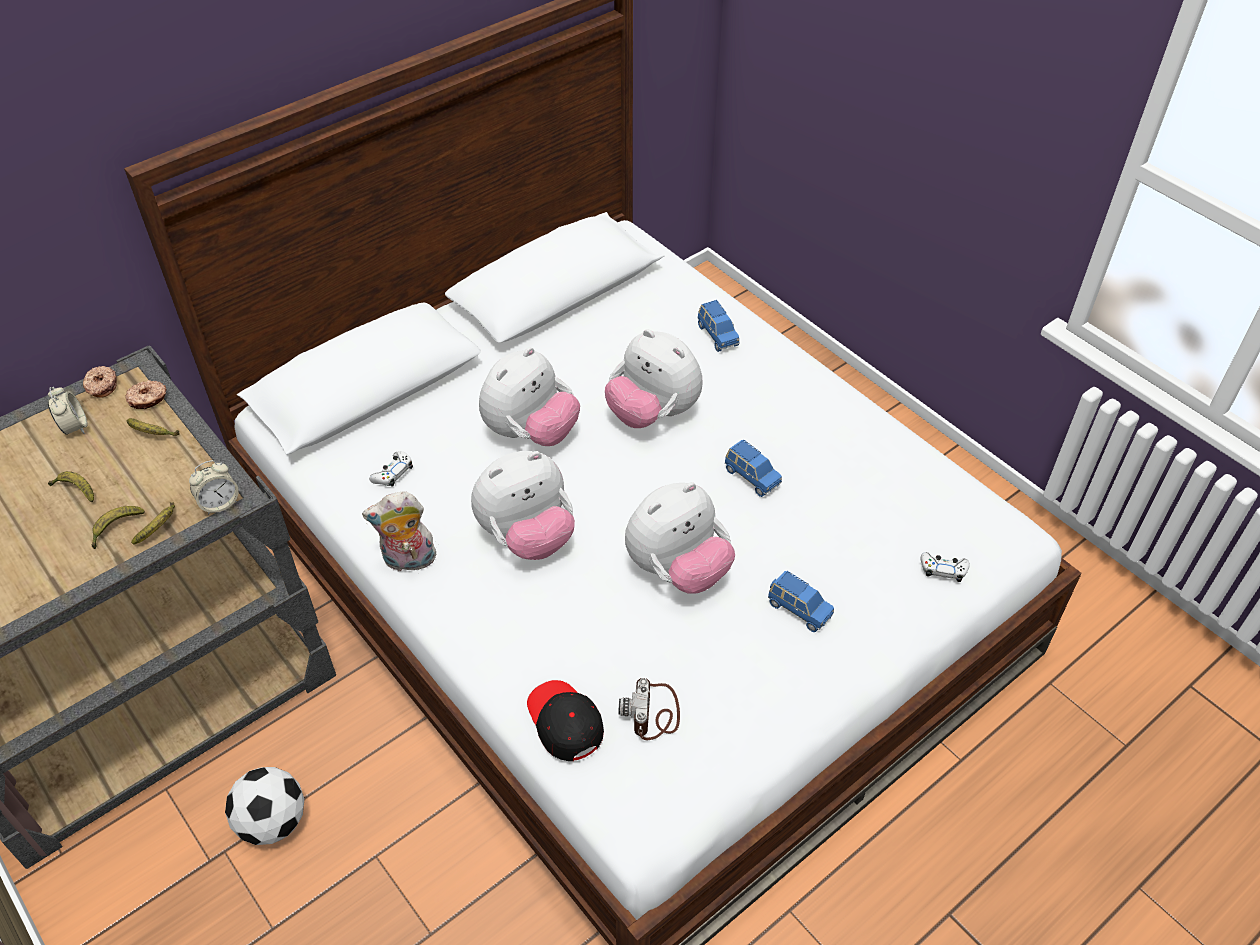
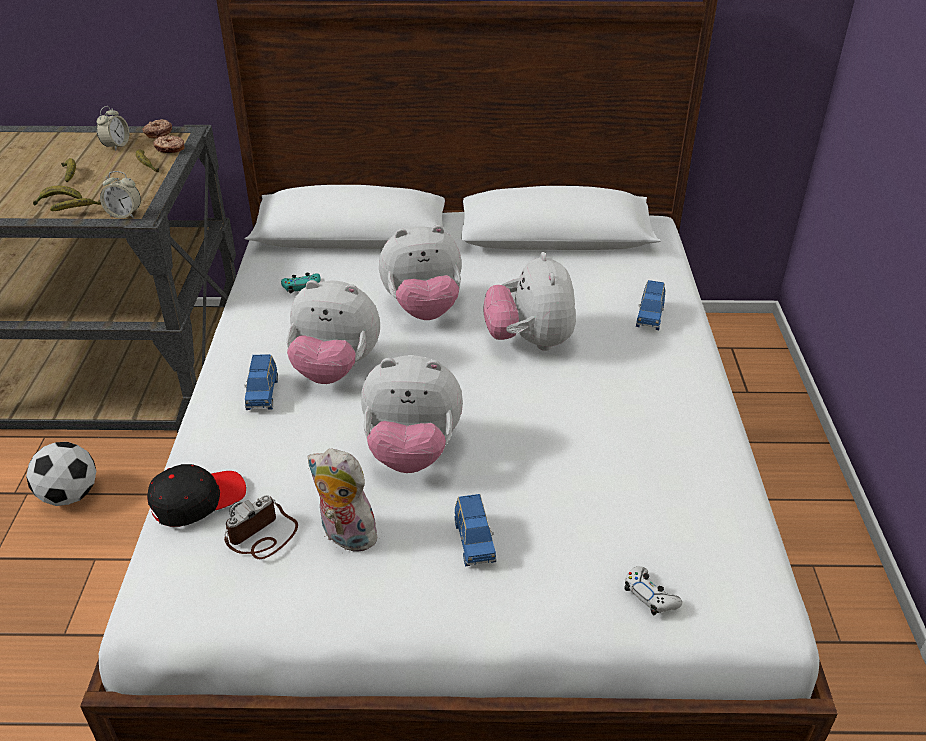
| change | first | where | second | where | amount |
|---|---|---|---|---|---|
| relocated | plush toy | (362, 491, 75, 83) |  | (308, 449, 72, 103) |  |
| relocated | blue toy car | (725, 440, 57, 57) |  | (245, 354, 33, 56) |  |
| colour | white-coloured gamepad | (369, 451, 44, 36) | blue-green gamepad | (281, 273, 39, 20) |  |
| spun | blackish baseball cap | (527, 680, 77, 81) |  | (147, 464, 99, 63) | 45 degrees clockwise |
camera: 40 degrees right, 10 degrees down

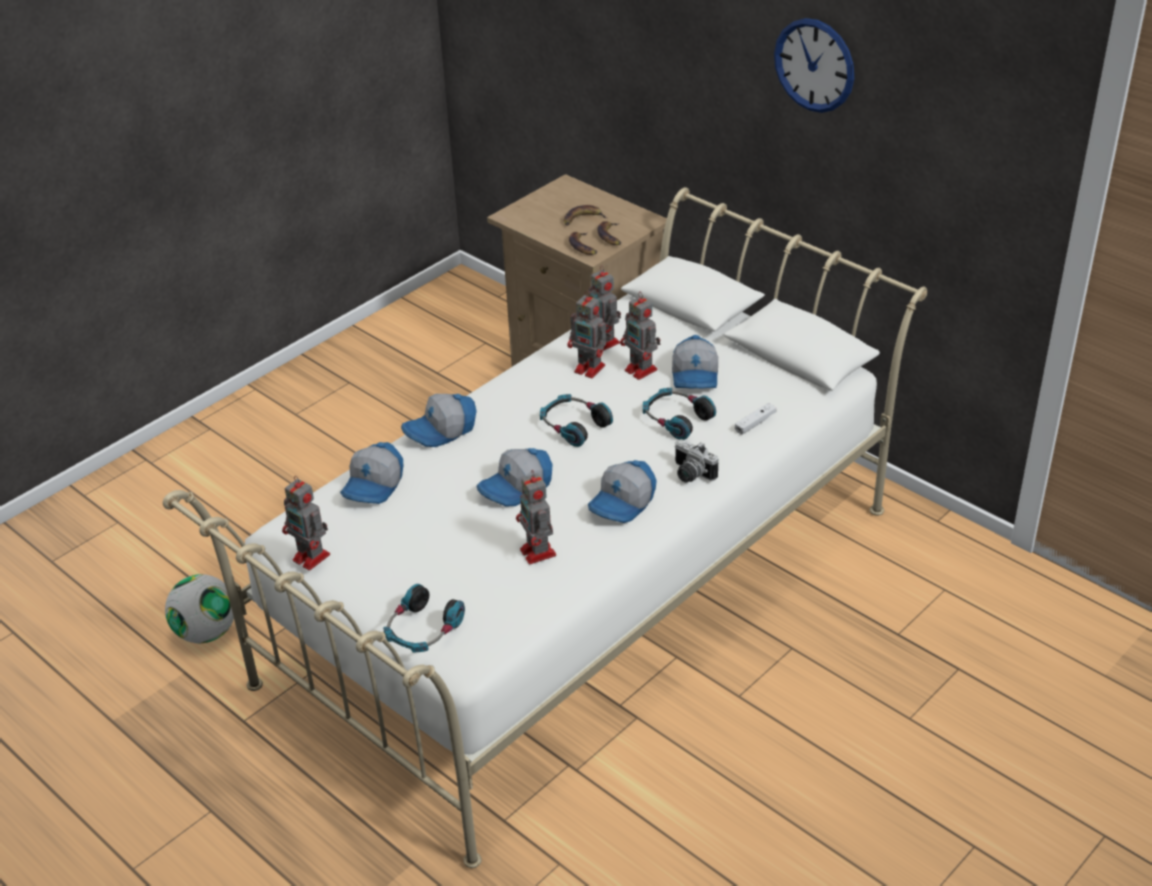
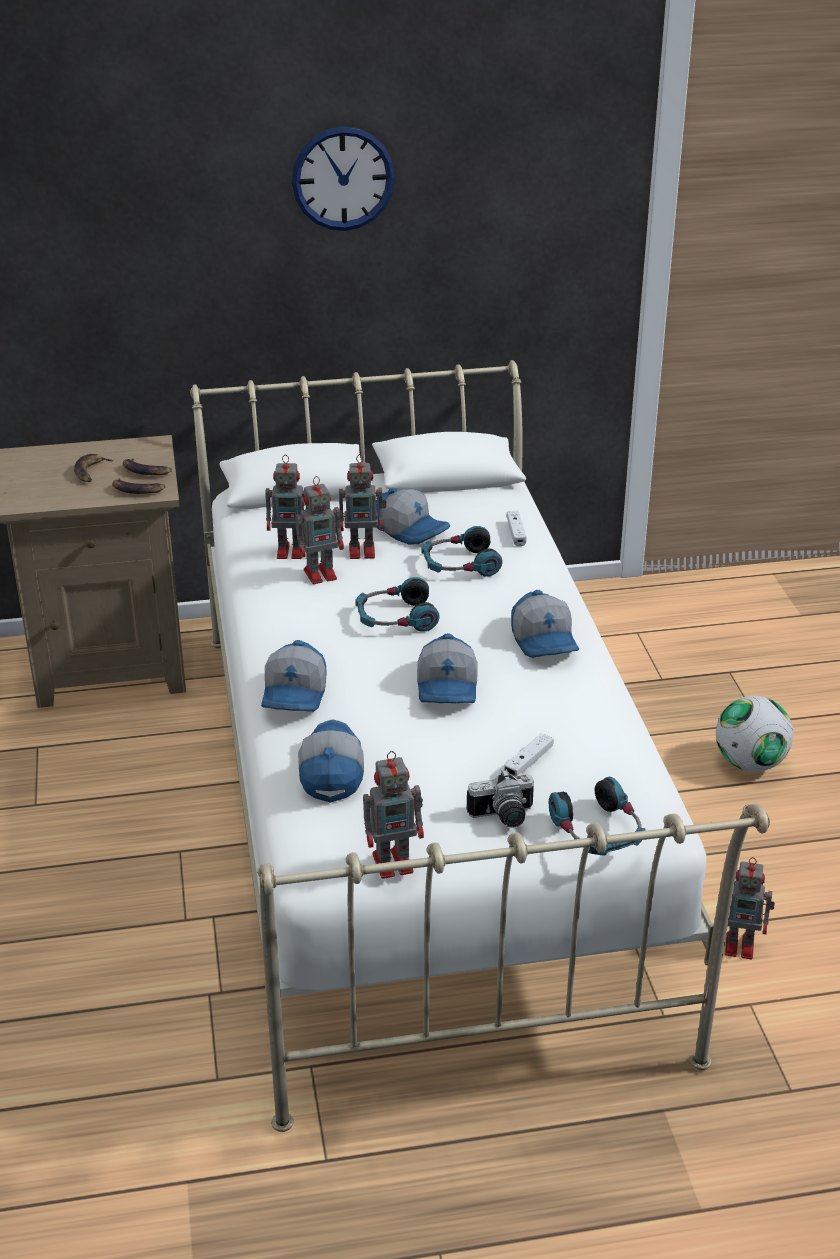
| change | first | where | second | where | amount |
|---|---|---|---|---|---|
| appeared |  |  | white-coloured gamepad | (504, 733, 49, 43) |  |
| relocated | football | (165, 574, 69, 69) |  | (716, 696, 77, 76) |  |
| relocated | model robot | (516, 471, 40, 93) |  | (725, 857, 50, 102) |  |
| relocated | still camera | (675, 439, 43, 44) |  | (467, 769, 67, 59) |  |
| spun | baseball cap | (340, 442, 63, 62) |  | (298, 719, 66, 84) | 150 degrees counterclockwise |
camera: 55 degrees left, 5 degrees down

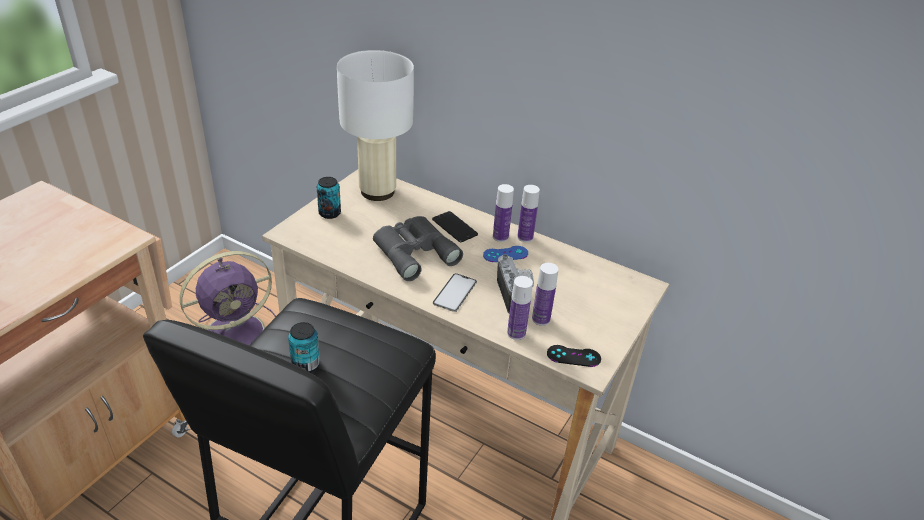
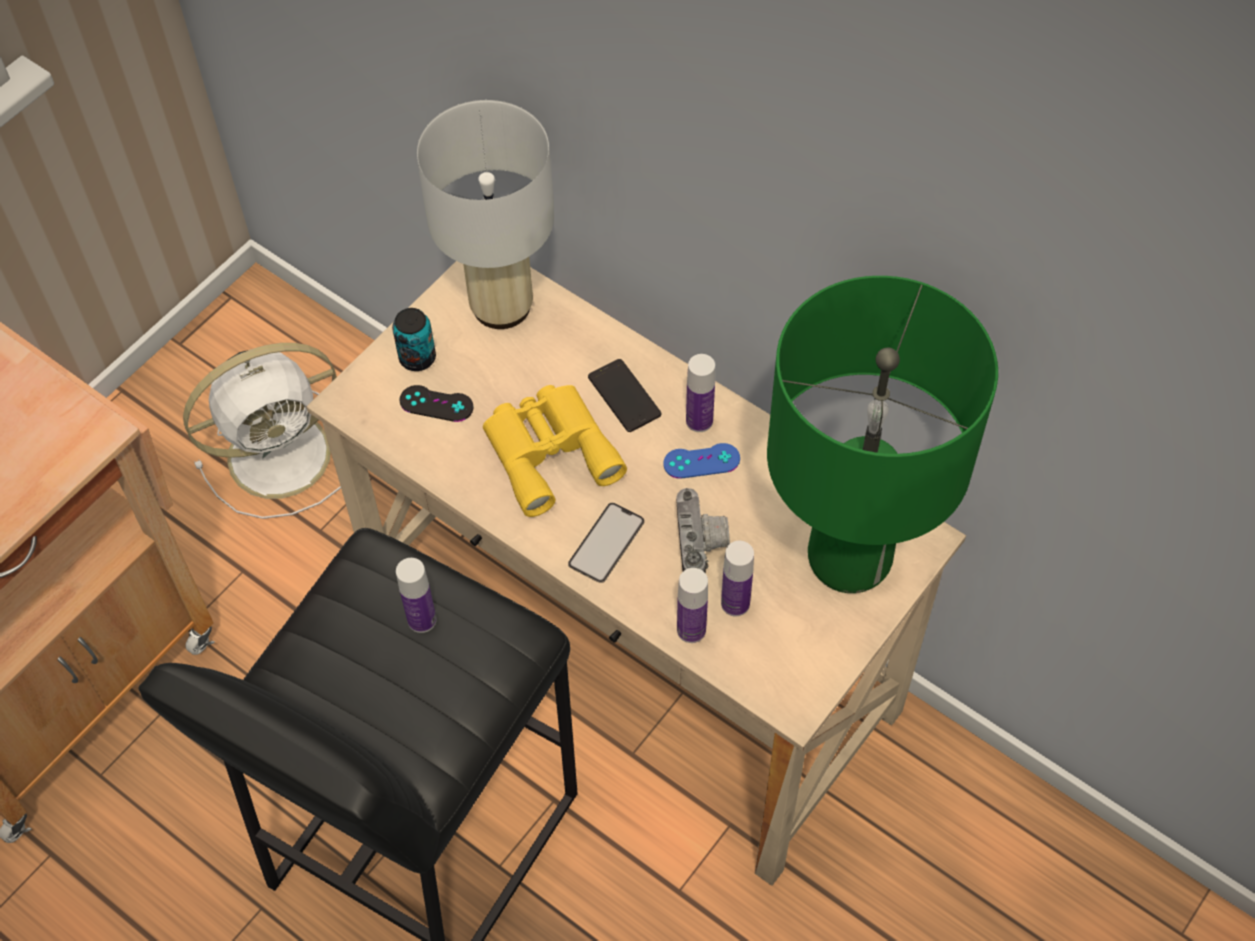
| change | first | where | second | where | amount |
|---|---|---|---|---|---|
| missing | can | (288, 322, 32, 51) |  |  |  |
| appeared |  |  | greenish lamp for a table | (767, 276, 231, 317) |  |
| relocated | bottle | (517, 185, 23, 57) |  | (396, 558, 41, 75) |  |
| relocated | blackish gamepad | (547, 345, 54, 22) |  | (399, 385, 75, 37) |  |
| colour | purple-coloured electric fan | (180, 251, 96, 94) | white-coloured electric fan | (183, 343, 158, 176) |  |
| colour | gray field glasses | (373, 216, 90, 65) | yellowish field glasses | (483, 385, 144, 132) |  |
camera: 10 degrees right, 20 degrees up

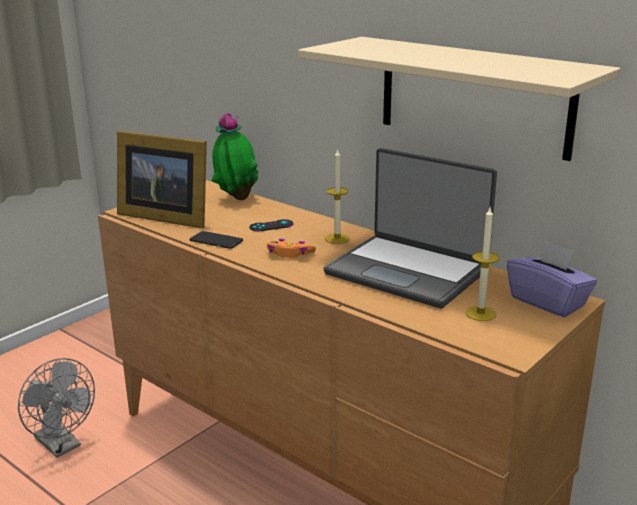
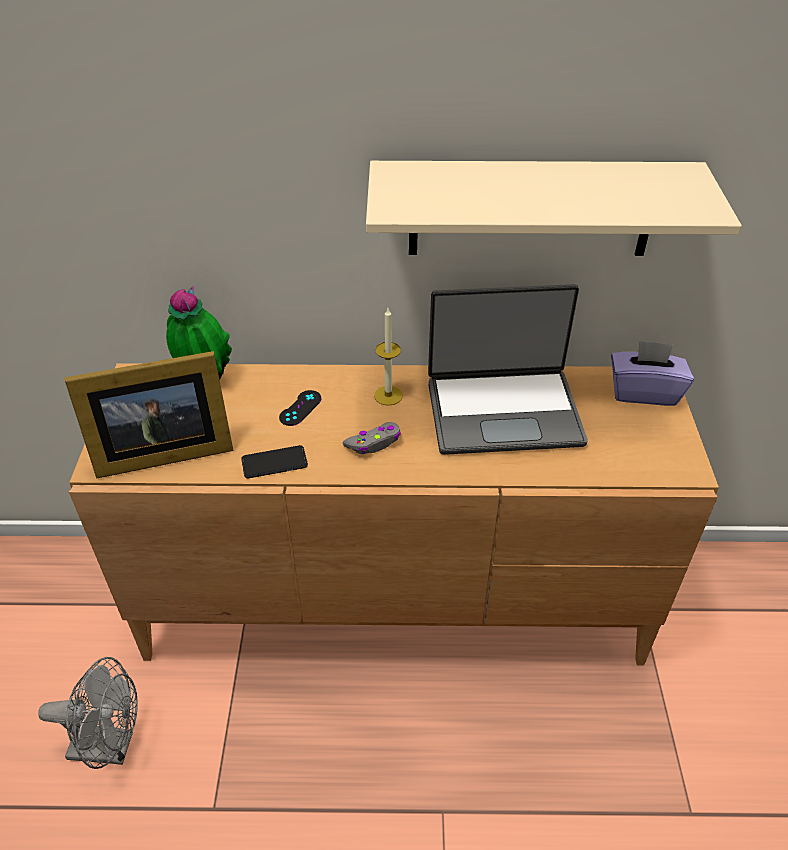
| change | first | where | second | where | amount |
|---|---|---|---|---|---|
| missing | wax candle | (465, 208, 34, 113) |  |  |  |
| colour | orangey gamepad | (267, 239, 49, 19) | gray gamepad | (343, 422, 58, 32) |  |
camera: 40 degrees left, 20 degrees up

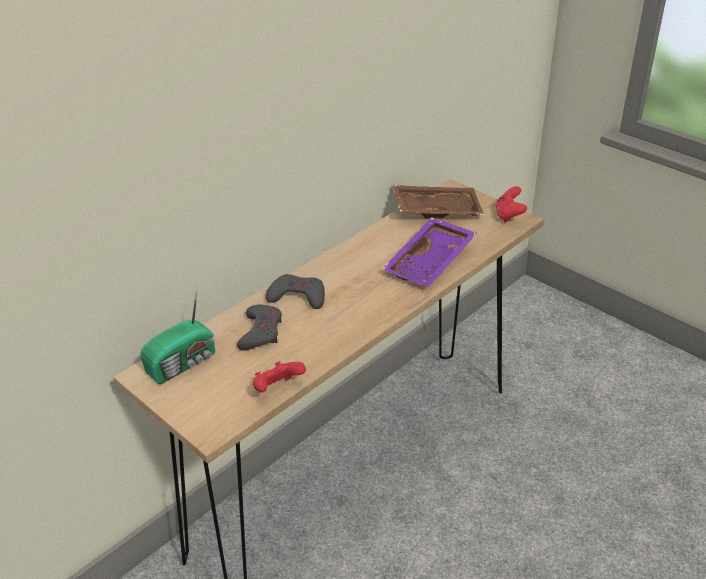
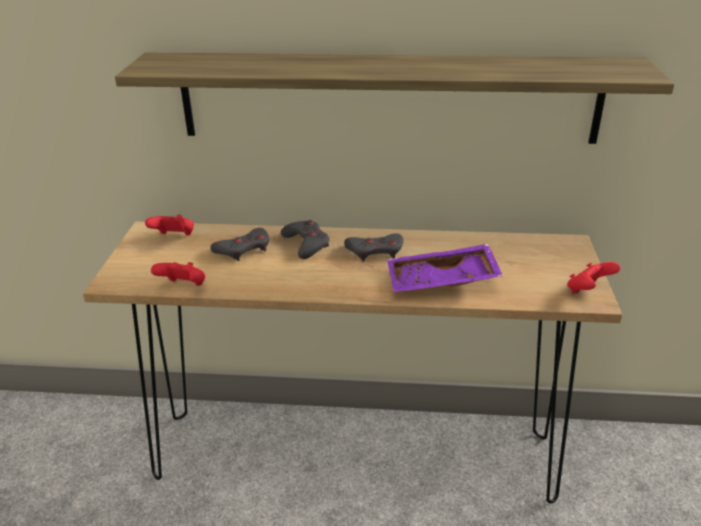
| change | first | where | second | where | amount |
|---|---|---|---|---|---|
| missing | brownish tray | (393, 185, 91, 34) |  |  |  |
| appeared |  |  | shelf | (115, 53, 559, 91) |  |
| appeared |  |  | gray gamepad | (344, 233, 59, 28) |  |
| exchanged | radio receiver | (140, 288, 75, 96) | red gamepad | (145, 214, 49, 21) |  |
camera: 50 degrees right, 5 degrees down

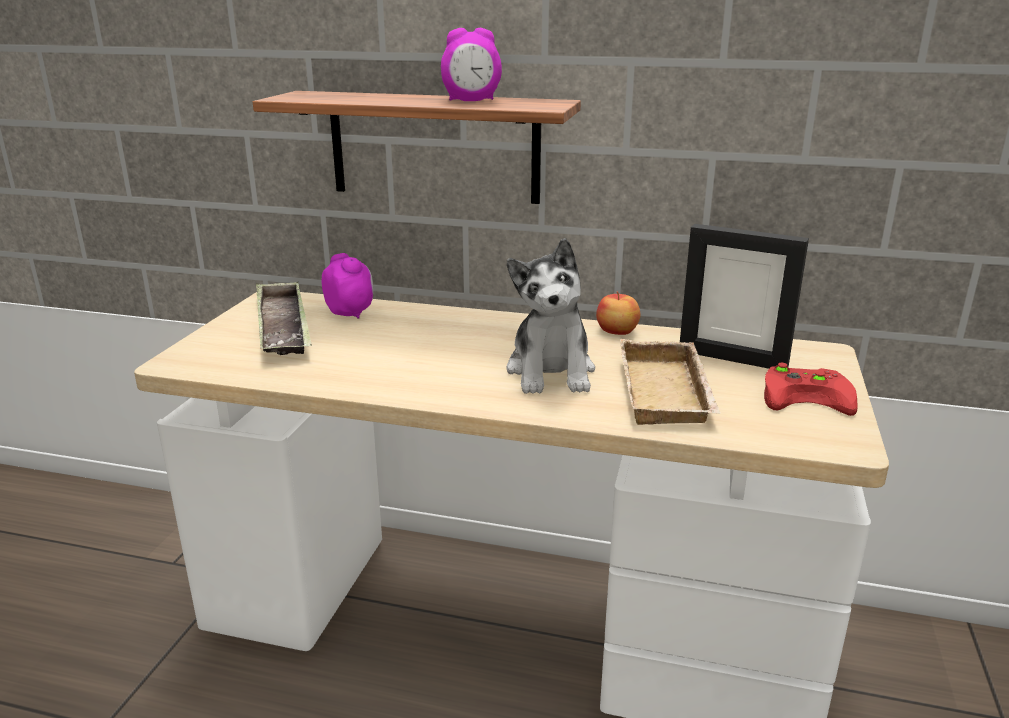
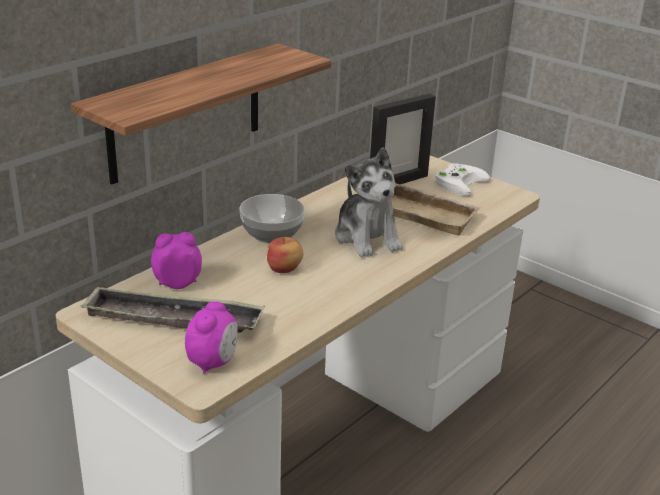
| change | first | where | second | where | amount |
|---|---|---|---|---|---|
| appeared |  |  | deep dish | (240, 194, 65, 49) |  |
| relocated | bedside clock | (441, 28, 61, 73) |  | (185, 301, 53, 73) |  |
| relocated | whole apple | (596, 291, 44, 44) |  | (267, 237, 36, 36) |  |
| colour | red gamepad | (764, 363, 94, 53) | white-coloured gamepad | (435, 163, 56, 33) |  |
| spun | plush toy | (506, 238, 89, 156) |  | (335, 147, 68, 111) | 45 degrees clockwise |
camera: 65 degrees left, 5 degrees up

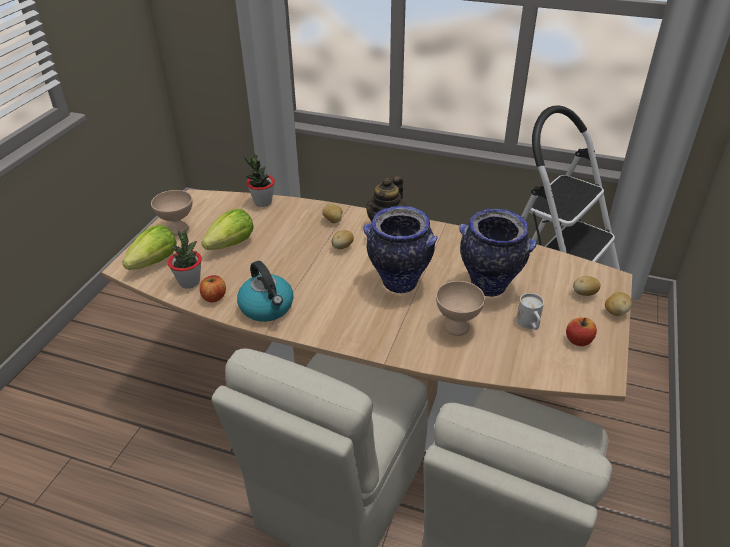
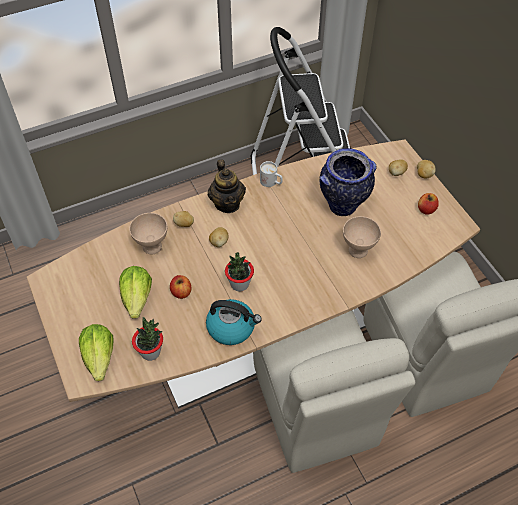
| change | first | where | second | where | amount |
|---|---|---|---|---|---|
| missing | vase | (364, 206, 73, 87) |  |  |  |
| relocated | sand-coloured deep dish | (151, 190, 41, 45) |  | (129, 213, 38, 41) |  |
| relocated | whole apple | (200, 275, 26, 27) |  | (170, 275, 21, 24) |  |
| relocated | houseplant | (243, 154, 32, 53) |  | (225, 252, 29, 40) |  |
| relocated | white-coloured mug | (516, 293, 28, 37) |  | (260, 161, 23, 26) |  |
camera: 45 degrees left, 15 degrees up

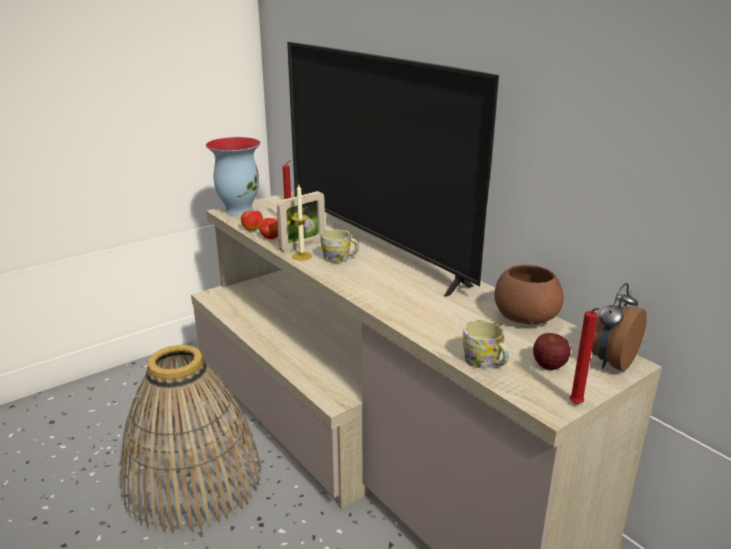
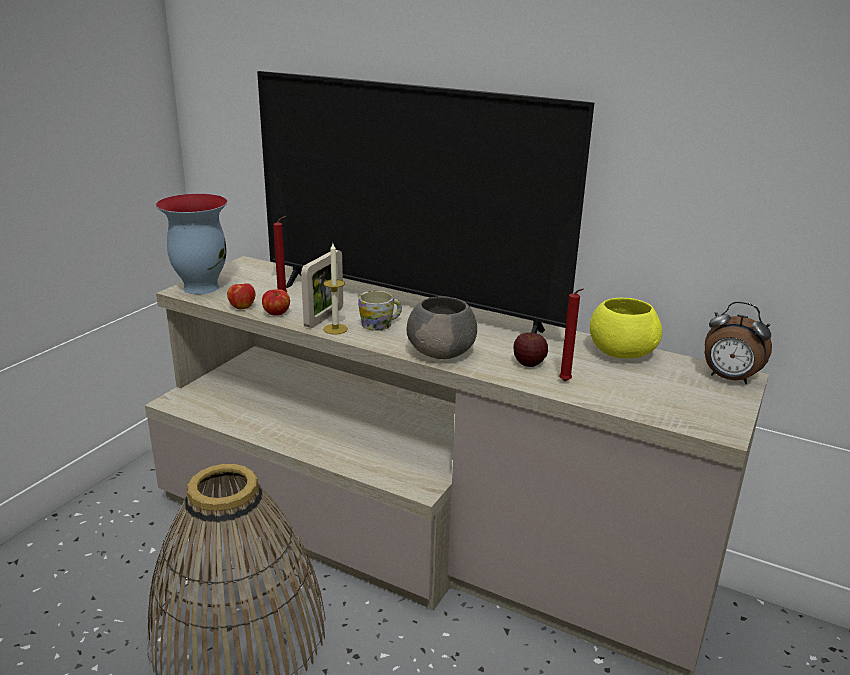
| change | first | where | second | where | amount |
|---|---|---|---|---|---|
| missing | mug | (463, 320, 46, 49) |  |  |  |
| appeared |  |  | gray deep dish | (406, 296, 71, 63) |  |
| relocated | whole apple | (533, 333, 38, 37) |  | (513, 332, 35, 35) |  |
| relocated | red wax candle | (570, 308, 29, 96) |  | (559, 289, 25, 92) |  |
| colour | brownish deep dish | (494, 265, 70, 60) | yellowish deep dish | (590, 298, 72, 60) |  |
| spun | bedside clock | (592, 283, 55, 88) |  | (705, 301, 67, 83) | 75 degrees counterclockwise |
camera: 25 degrees left, 0 degrees up

